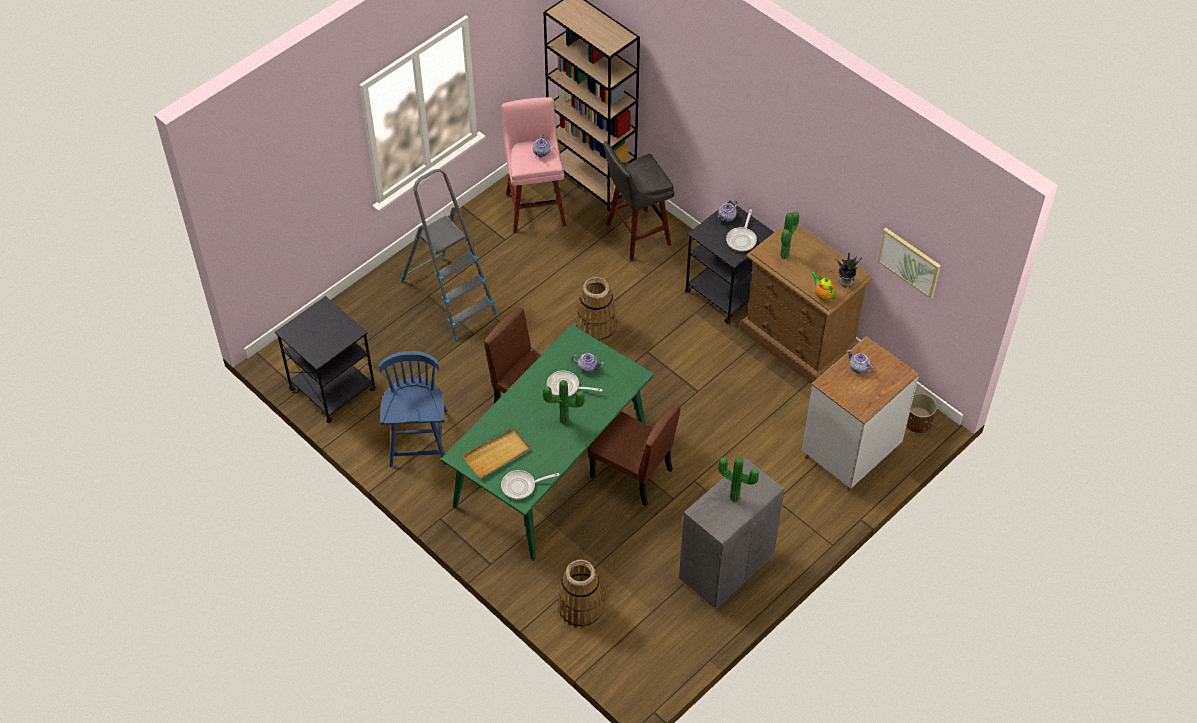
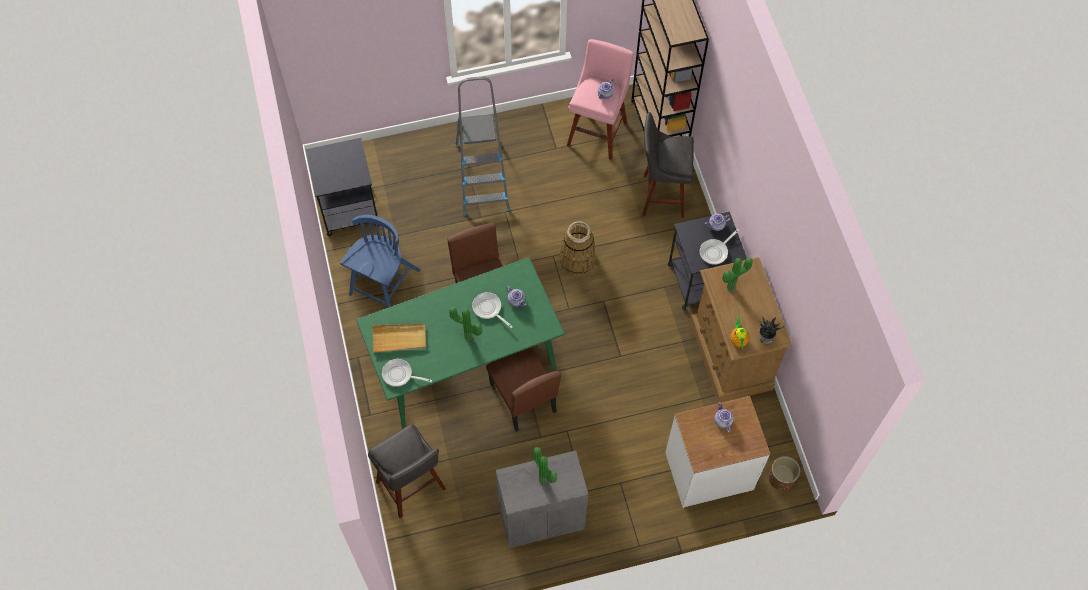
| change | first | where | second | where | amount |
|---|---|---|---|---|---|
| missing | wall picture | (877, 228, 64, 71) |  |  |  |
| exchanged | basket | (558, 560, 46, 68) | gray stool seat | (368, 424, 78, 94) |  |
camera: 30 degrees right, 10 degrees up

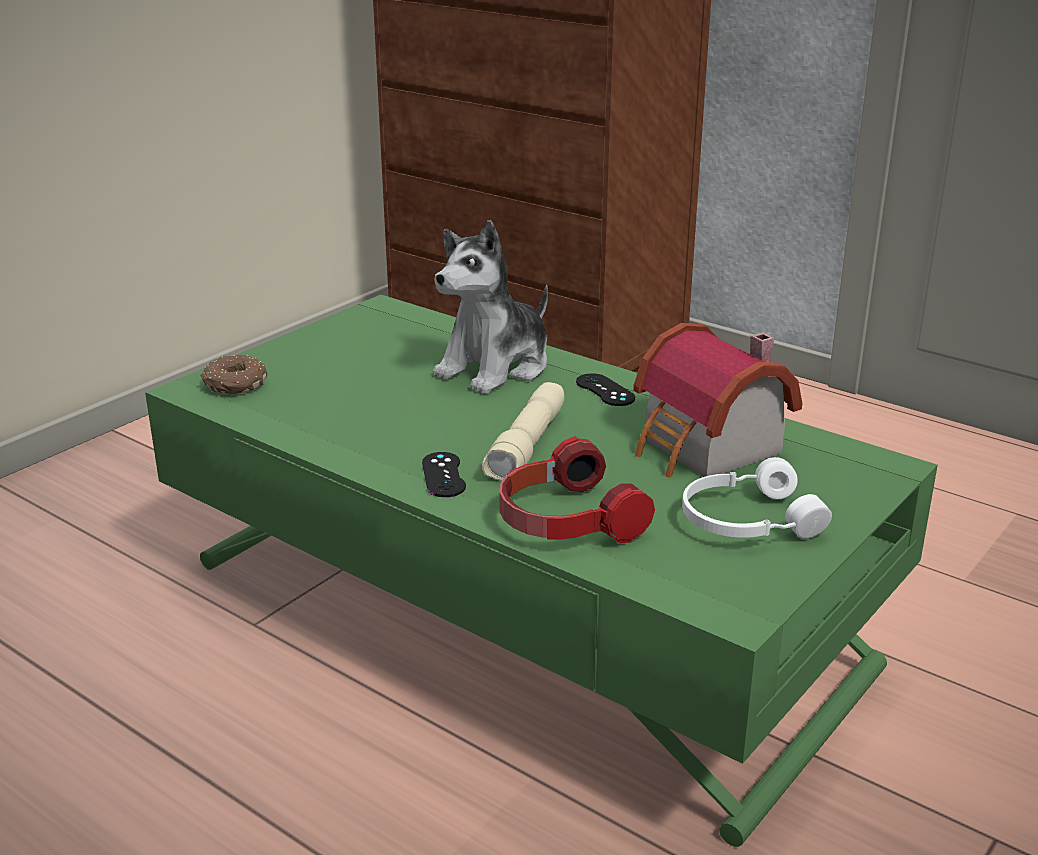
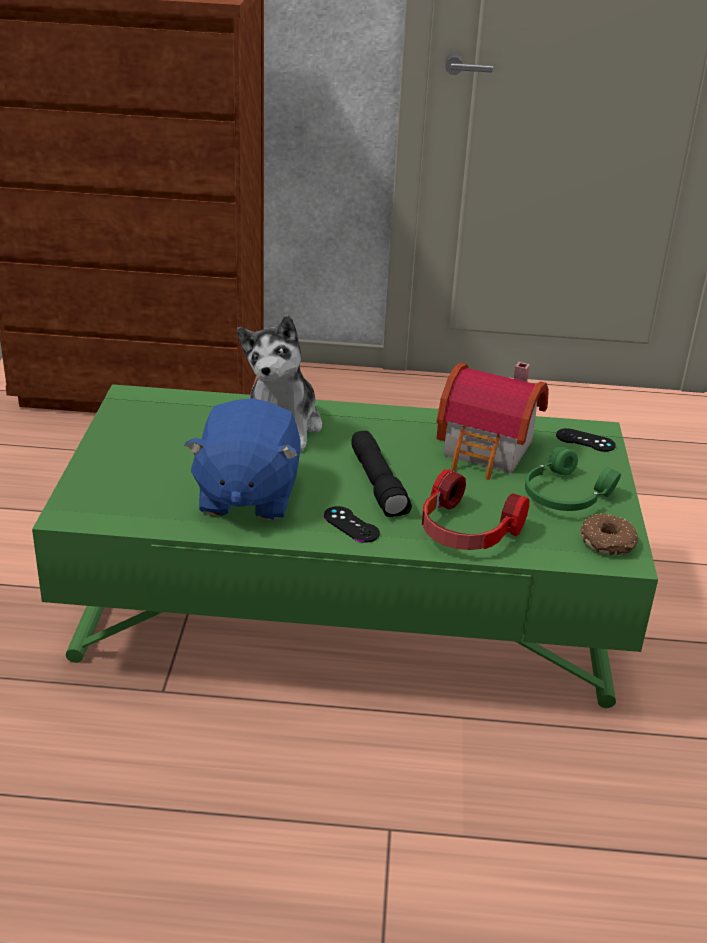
| change | first | where | second | where | amount |
|---|---|---|---|---|---|
| appeared |  |  | blue plush toy | (184, 398, 117, 122) |  |
| relocated | ring doughnut | (200, 354, 67, 40) |  | (580, 513, 58, 42) |  |
| relocated | blackish gamepad | (576, 373, 59, 33) |  | (556, 428, 60, 24) |  |
| colour | sand-coloured hand torch | (482, 382, 82, 99) | blackish hand torch | (351, 431, 61, 86) |  |
| colour | white-coloured headphones | (682, 457, 150, 82) | greenish headphones | (525, 447, 96, 64) |  |
camera: 35 degrees left, 5 degrees up

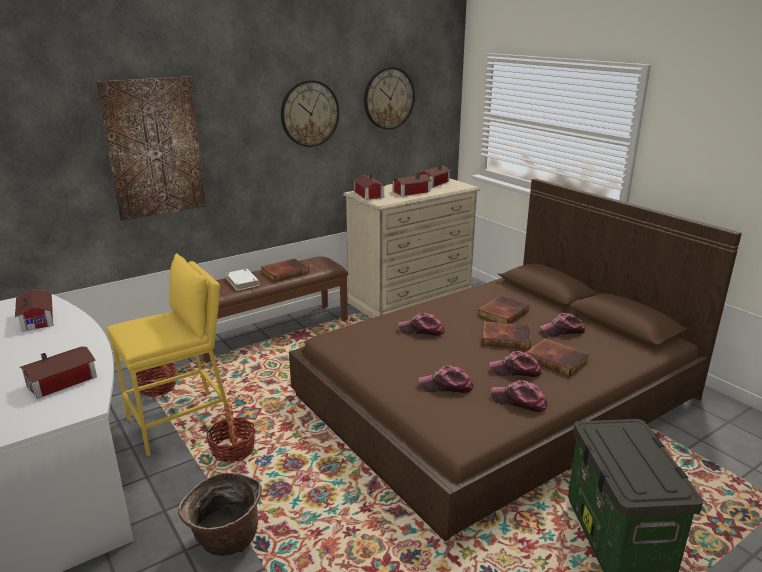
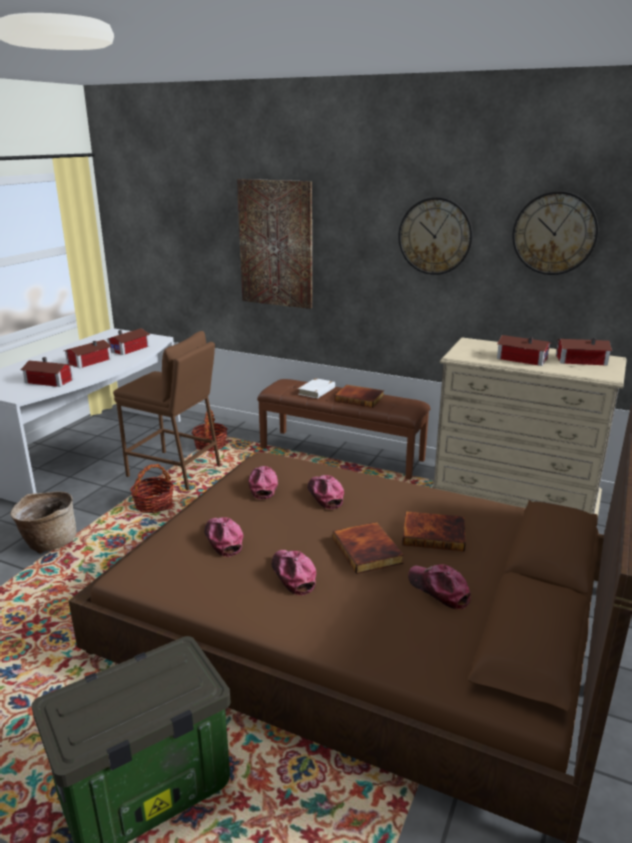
| change | first | where | second | where | amount |
|---|---|---|---|---|---|
| missing | book | (525, 338, 64, 39) |  |  |  |
| relocated | toy house | (353, 175, 32, 25) |  | (64, 340, 48, 28) |  |
| relocated | baseball cap | (491, 380, 57, 32) |  | (248, 466, 30, 34) |  |
| colour | yellowish stool seat | (107, 253, 121, 203) | brownish stool seat | (113, 331, 108, 159) |  |
camera: 60 degrees right, 0 degrees up

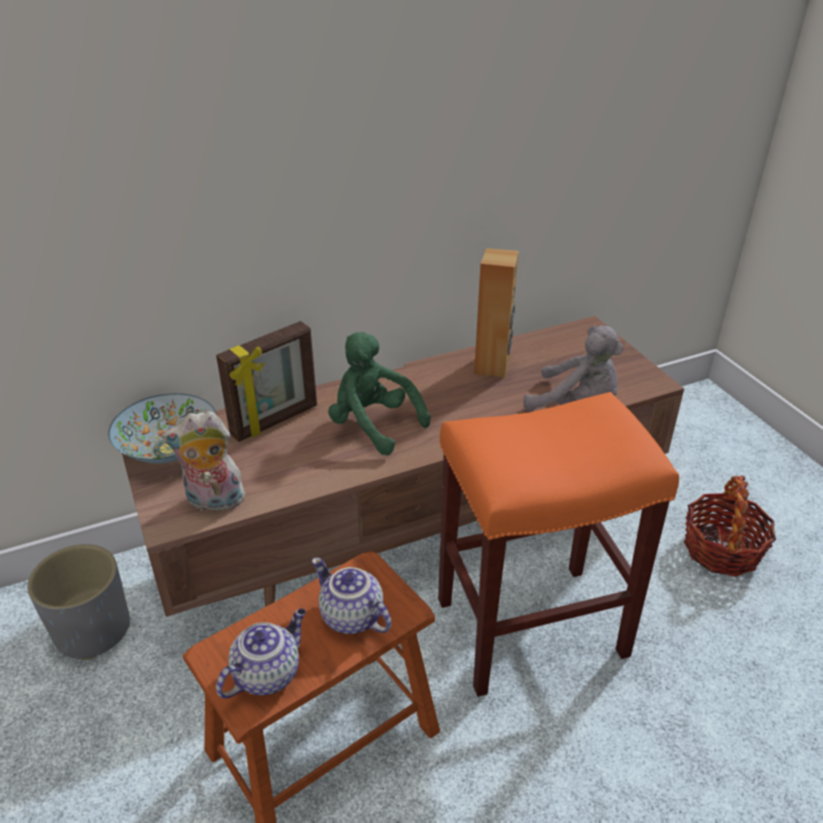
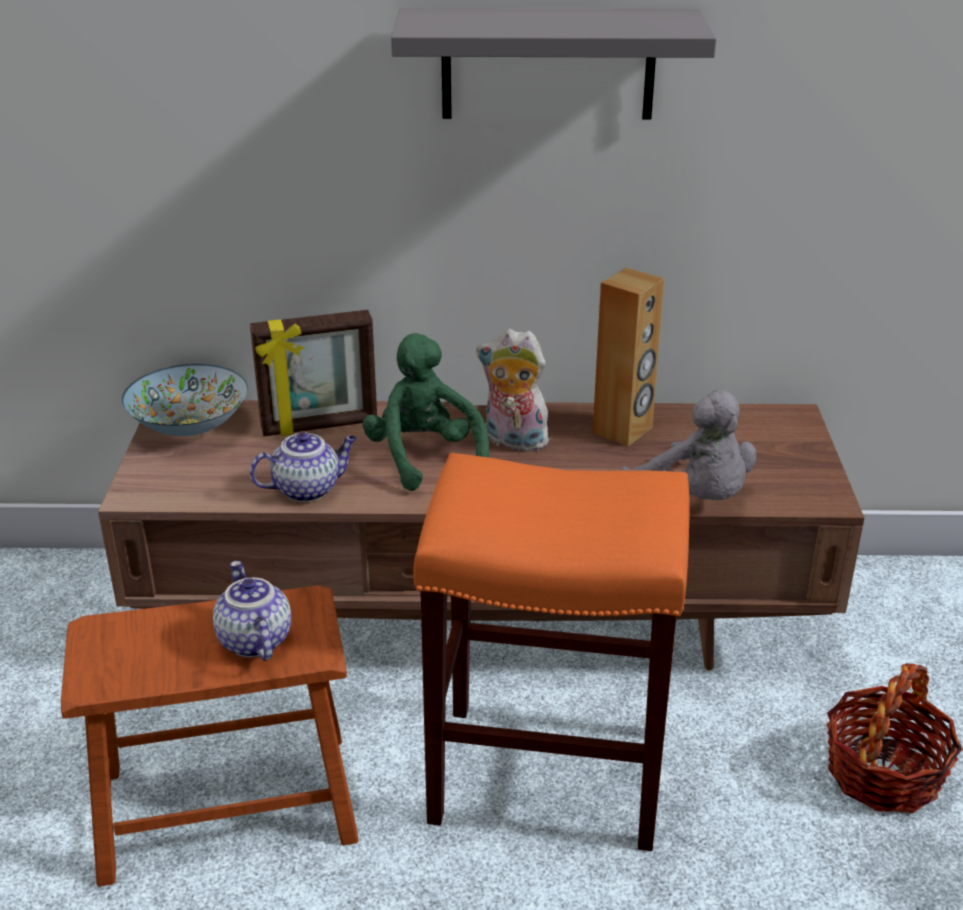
| change | first | where | second | where | amount |
|---|---|---|---|---|---|
| missing | gray flower pot | (27, 544, 103, 116) |  |  |  |
| appeared |  |  | gray shelf | (391, 8, 325, 112) |  |
| relocated | plush toy | (162, 411, 85, 100) |  | (476, 329, 73, 122) |  |
| relocated | teapot | (216, 608, 90, 91) |  | (250, 433, 107, 69) |  |
camera: 25 degrees right, 5 degrees down

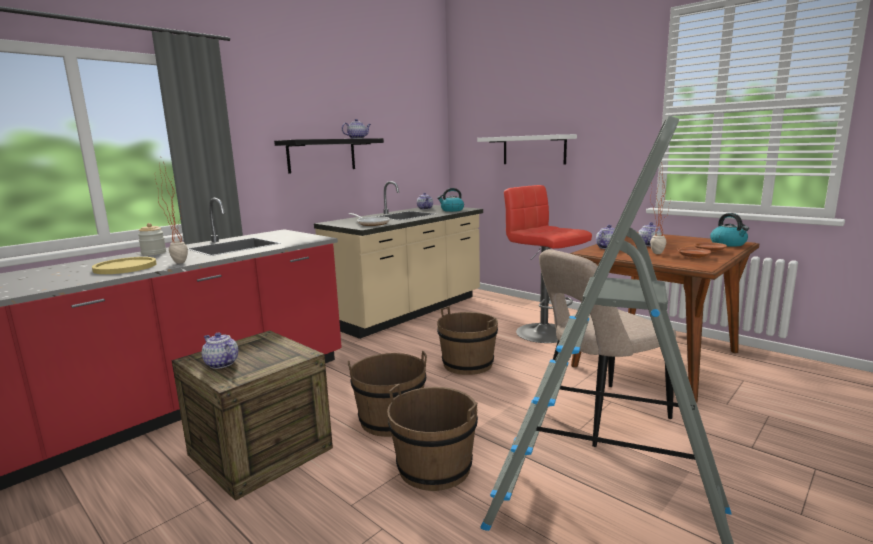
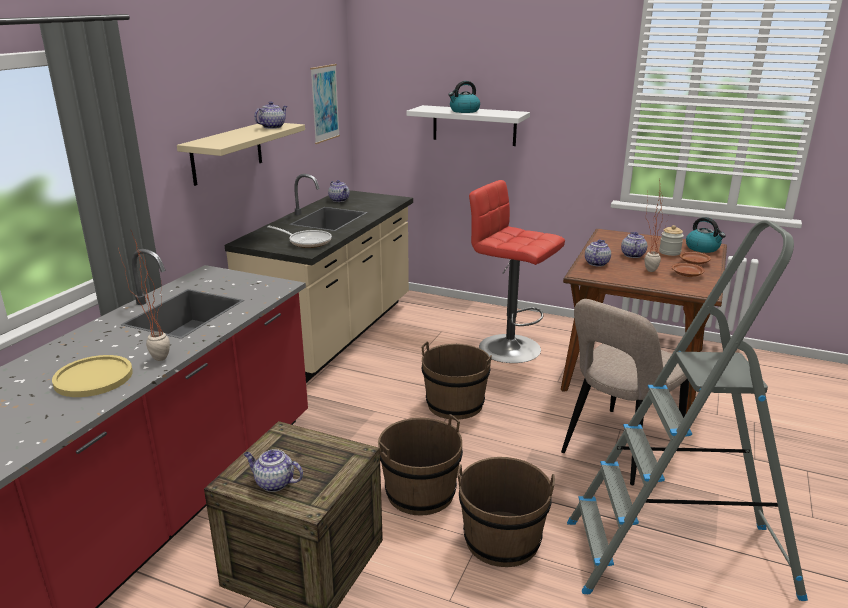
| change | first | where | second | where | amount |
|---|---|---|---|---|---|
| appeared |  |  | wall picture | (310, 64, 30, 80) |  |
| relocated | preserve jar | (138, 223, 28, 32) |  | (659, 225, 25, 31) |  |
| relocated | tea kettle | (437, 188, 27, 24) |  | (448, 81, 32, 32) |  |
| colour | blackish shelf | (274, 138, 110, 36) | sand-coloured shelf | (177, 123, 128, 63) |  |
camera: 20 degrees left, 10 degrees up

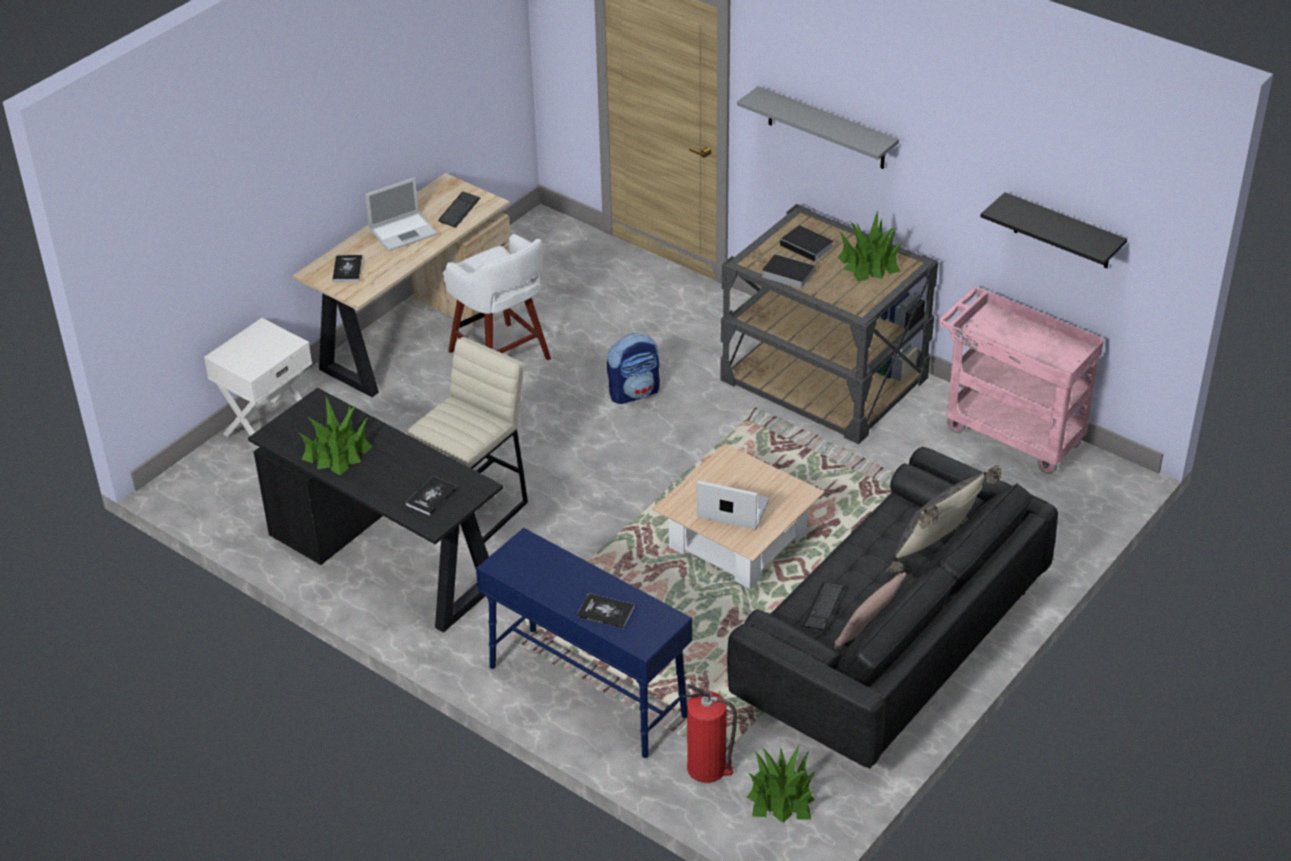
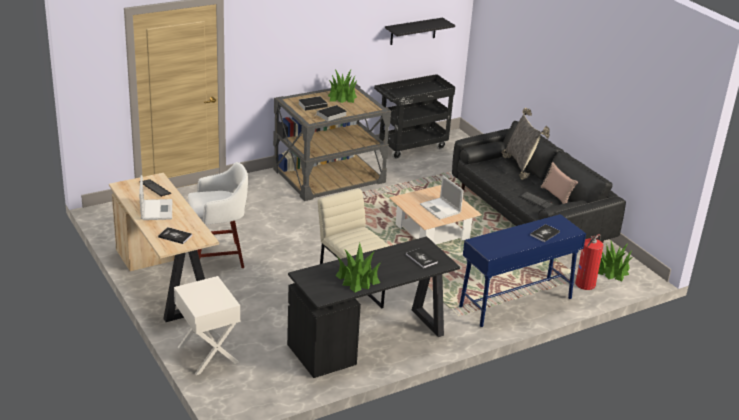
| change | first | where | second | where | amount |
|---|---|---|---|---|---|
| missing | rucksack | (607, 333, 53, 71) |  |  |  |
| missing | gray shelf | (737, 86, 162, 83) |  |  |  |
| colour | pink trolley | (939, 287, 165, 187) | blackish trolley | (374, 74, 81, 85) |  |
| spun | laptop | (697, 481, 73, 49) |  | (420, 176, 44, 43) | 75 degrees counterclockwise |
camera: 70 degrees left, 10 degrees down

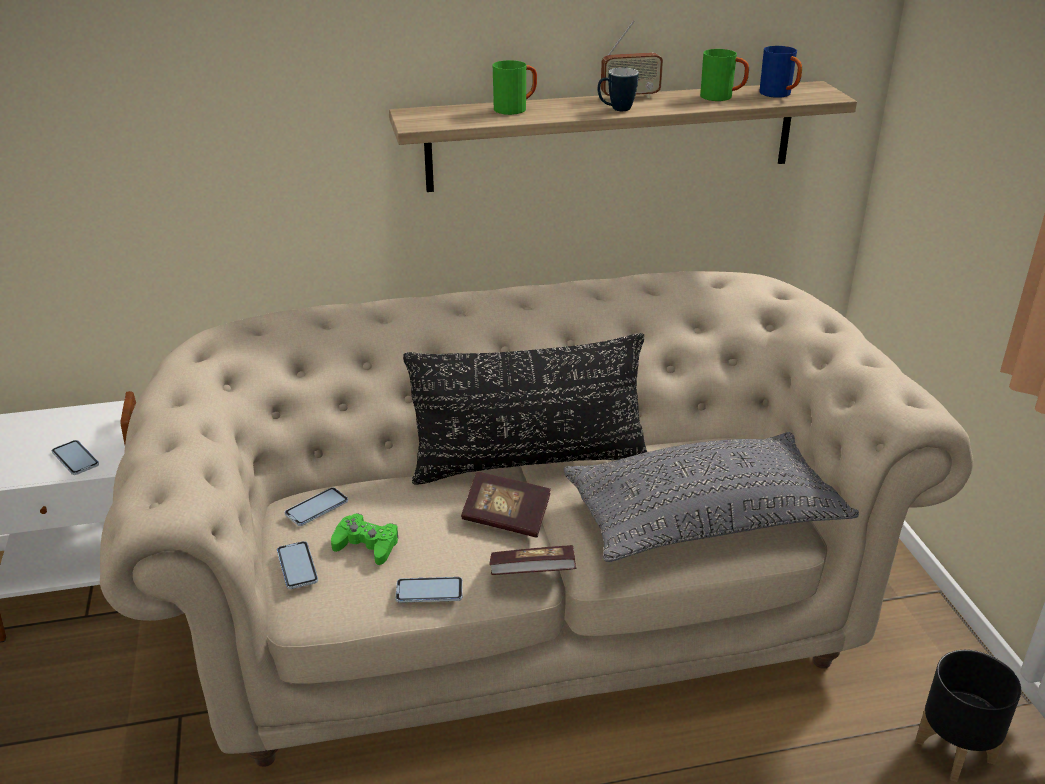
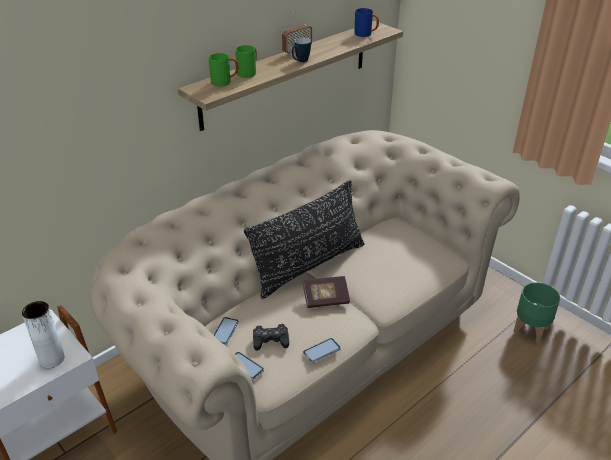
| change | first | where | second | where | amount |
|---|---|---|---|---|---|
| missing | book | (490, 545, 86, 30) |  |  |  |
| missing | gray pillow | (563, 432, 296, 130) |  |  |  |
| relocated | greenish mug | (700, 49, 49, 52) |  | (208, 53, 30, 33) |  |
| exchanged | handset | (51, 440, 48, 35) | white-coloured vase | (22, 301, 43, 67) |  |
| colour | greenish gamepad | (331, 513, 67, 52) | blackish gamepad | (253, 324, 36, 27) |  |
| colour | blackish flower pot | (915, 650, 106, 132) | greenish flower pot | (514, 282, 46, 61) |  |
camera: 30 degrees left, 5 degrees up

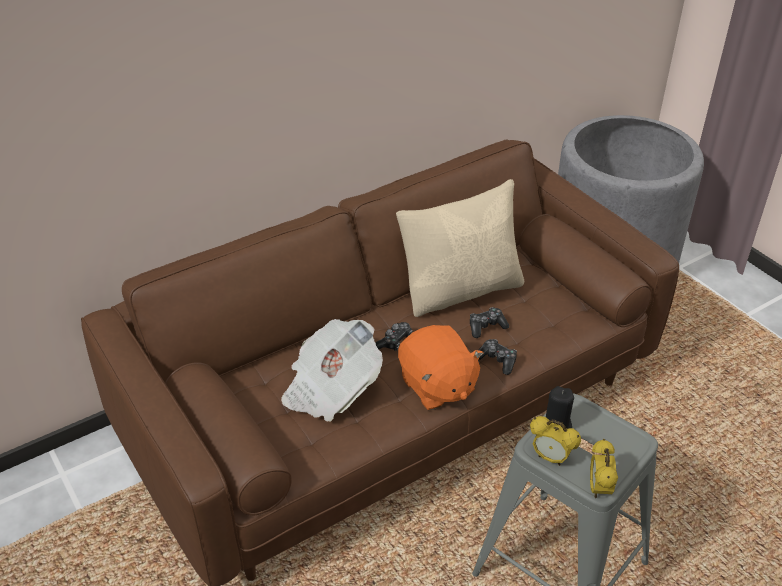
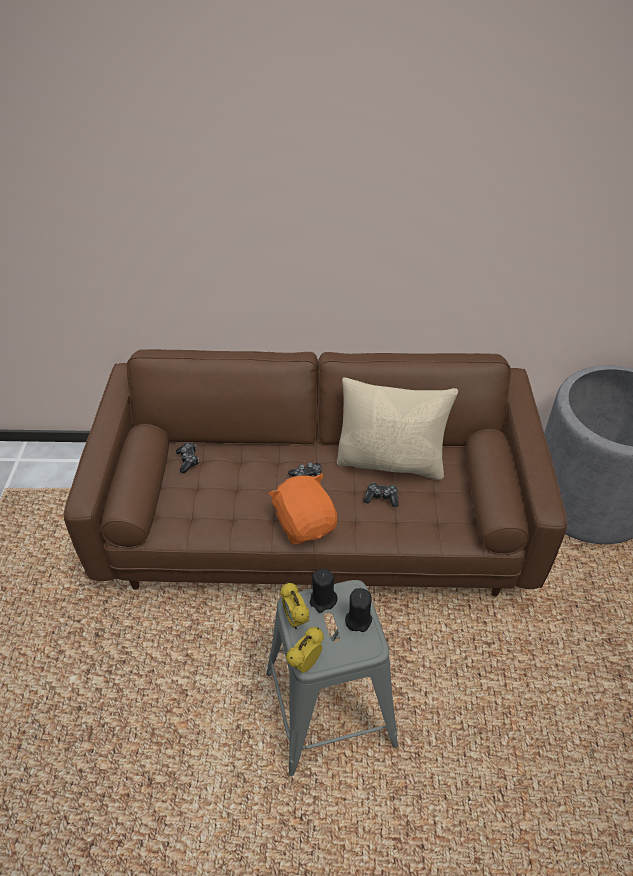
| change | first | where | second | where | amount |
|---|---|---|---|---|---|
| missing | daily paper | (281, 319, 102, 103) |  |  |  |
| appeared |  |  | blackish wax candle | (345, 588, 27, 44) |  |
| relocated | gamepad | (479, 339, 38, 36) |  | (176, 443, 23, 30) |  |
| spun | orangey plush toy | (398, 325, 86, 85) |  | (268, 474, 69, 71) | 150 degrees clockwise |
camera: 35 degrees right, 5 degrees up

